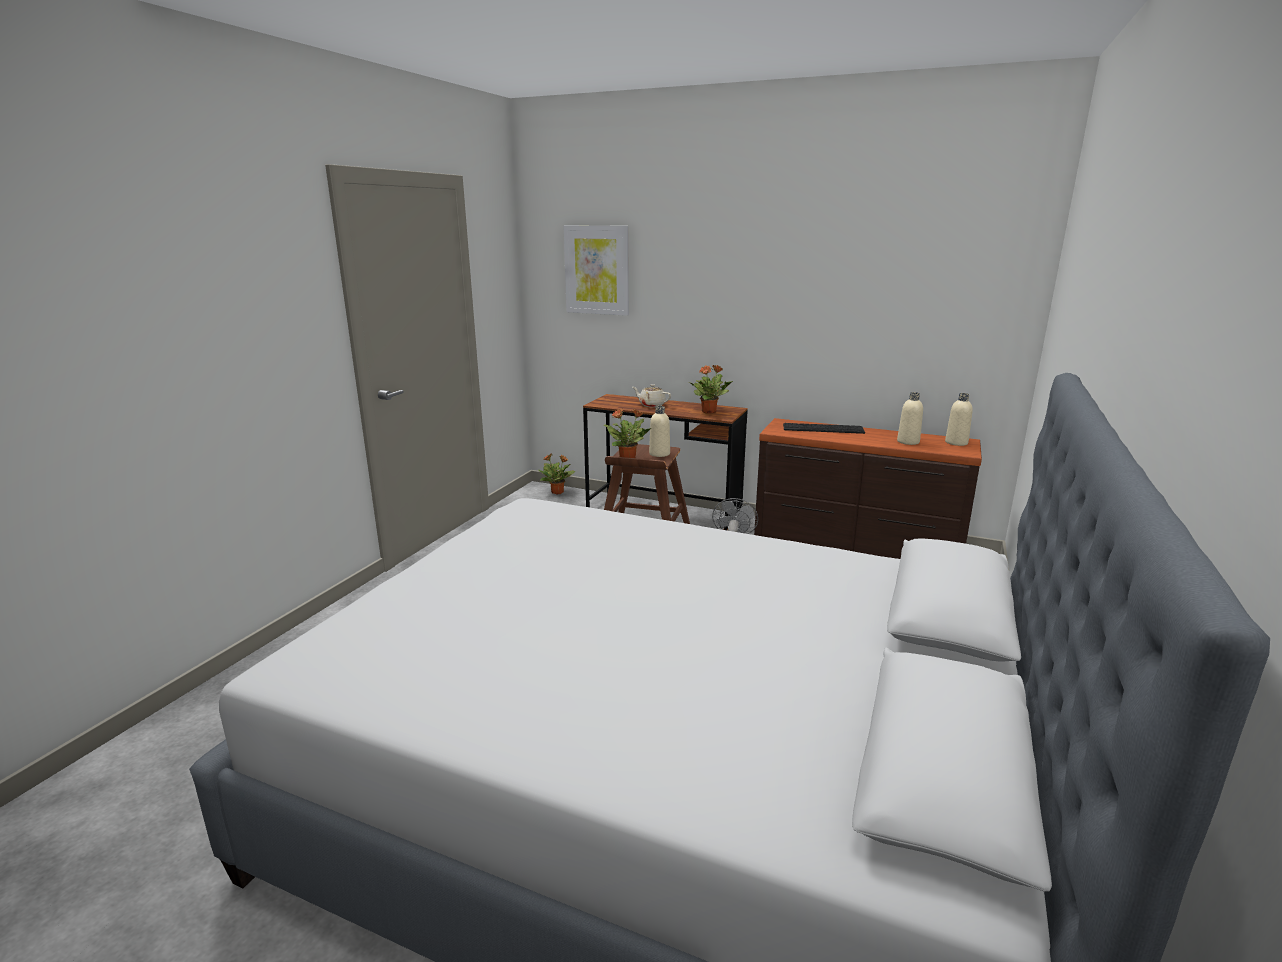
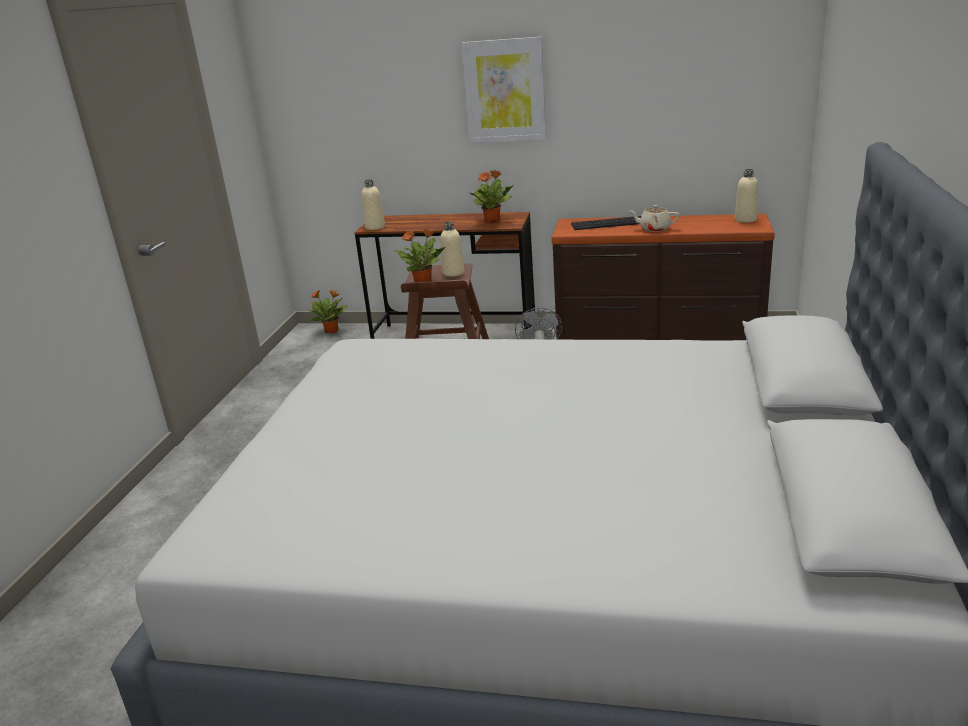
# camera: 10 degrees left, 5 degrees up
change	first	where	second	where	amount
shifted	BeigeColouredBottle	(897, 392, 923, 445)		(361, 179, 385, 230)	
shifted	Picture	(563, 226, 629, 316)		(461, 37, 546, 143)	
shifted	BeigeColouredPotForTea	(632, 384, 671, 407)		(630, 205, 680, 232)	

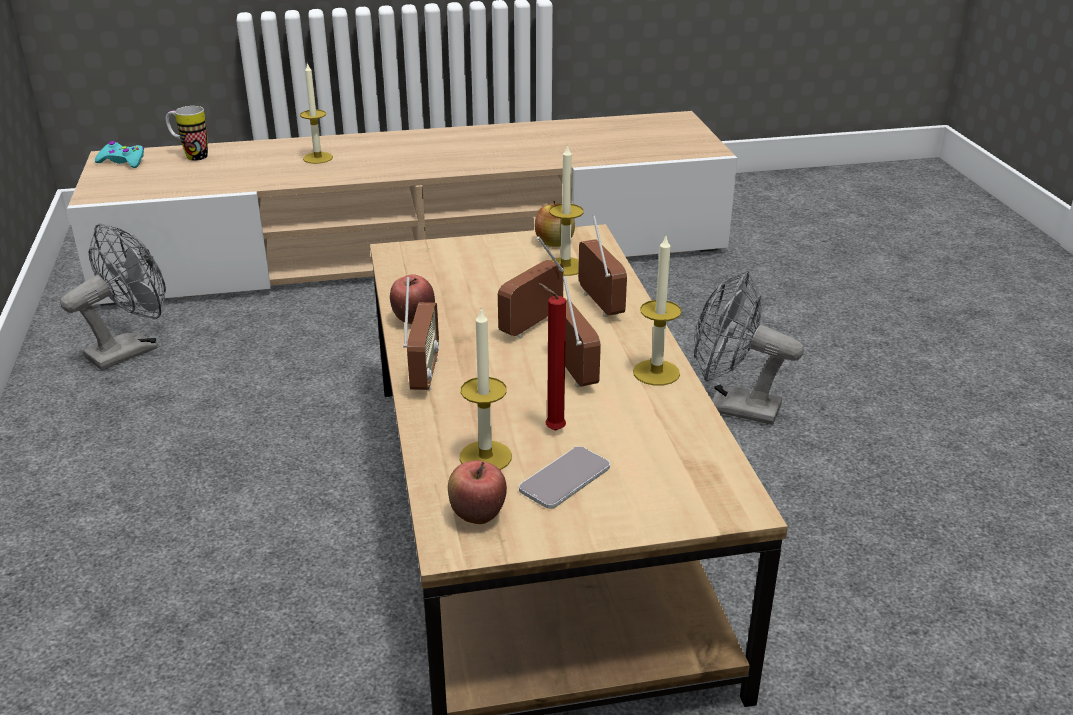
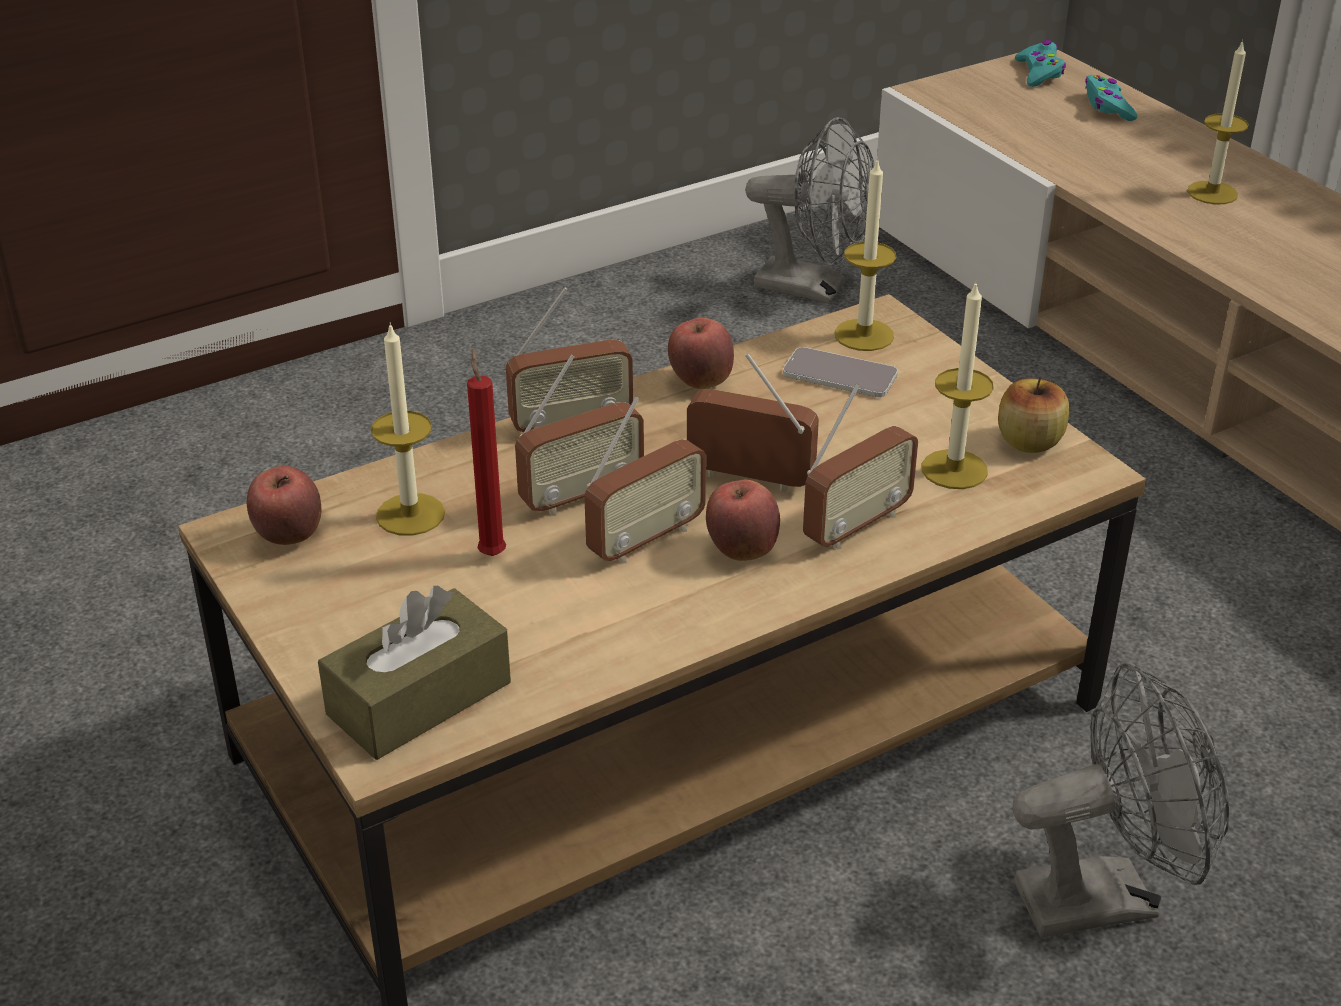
# camera: 70 degrees right, 5 degrees up
change	first	where	second	where	amount
new			BrownishBoxOfTissues	(318, 586, 511, 760)	
new			RadioSet	(515, 355, 644, 516)	
new			Apple	(706, 480, 780, 561)	
shifted	Telephone	(519, 446, 610, 509)		(783, 347, 898, 397)	
shifted	Candle	(633, 236, 682, 386)		(835, 157, 896, 351)	
rotated	GreyFan	(694, 271, 804, 425)		(1013, 662, 1230, 937)	75 degrees clockwise
swapped	CoffeeMug	(166, 106, 208, 161)	BlueGreenGameController	(1085, 75, 1137, 121)	

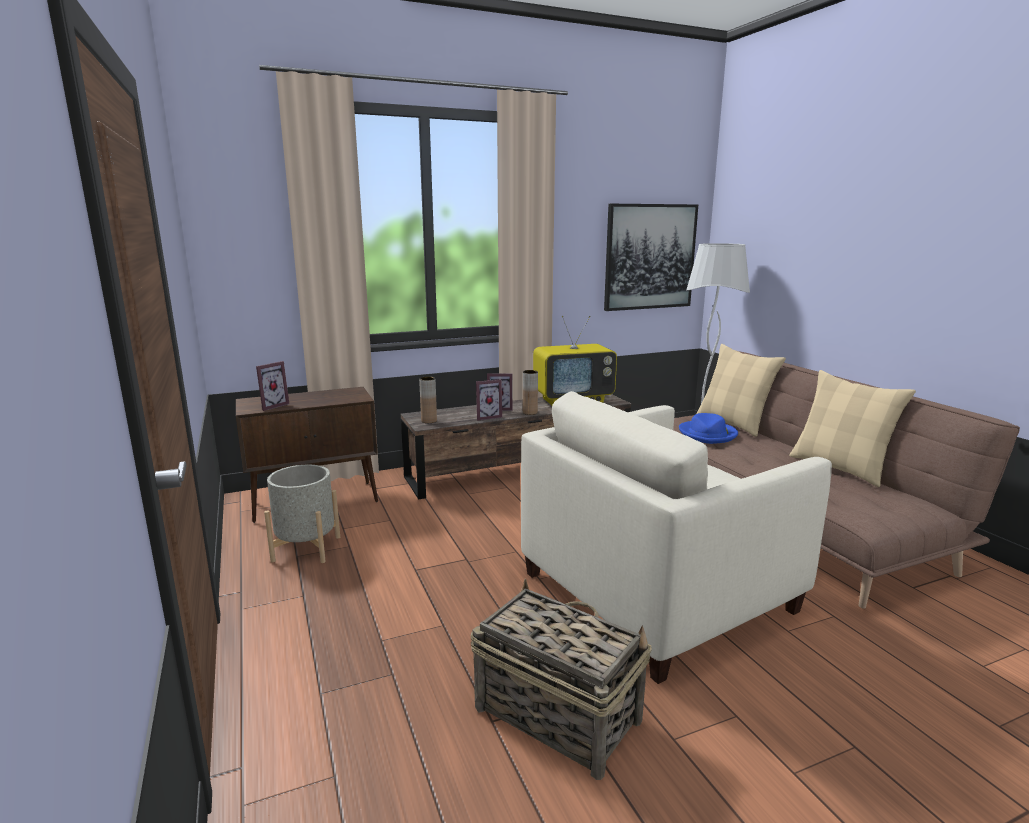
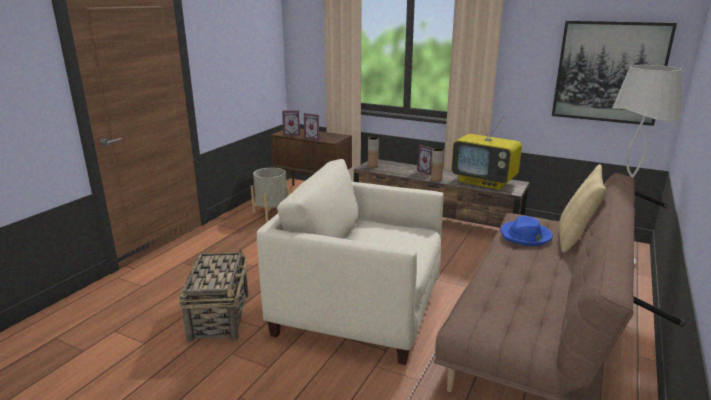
# camera: 50 degrees right, 5 degrees up
change	first	where	second	where	amount
shifted	StandingFrame	(476, 379, 502, 421)		(304, 113, 319, 141)	
gone	BeigeColouredCushion	(789, 370, 916, 487)			

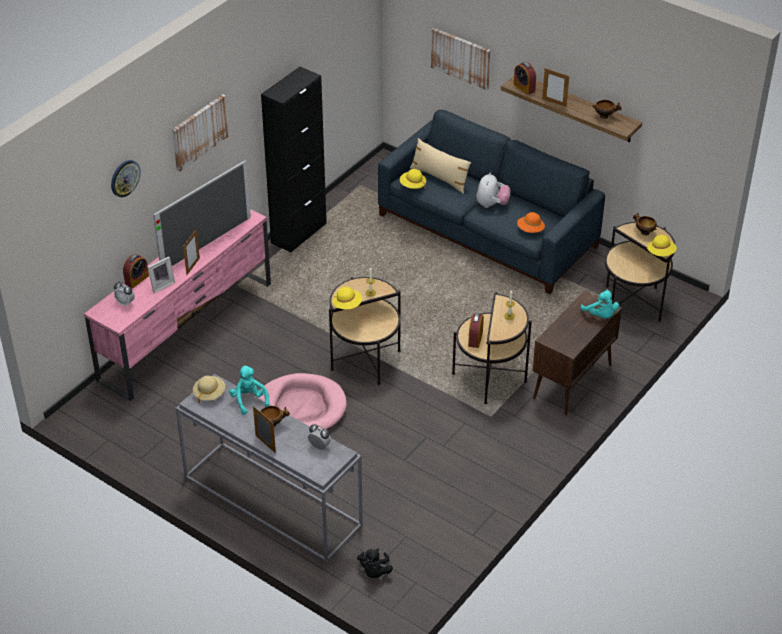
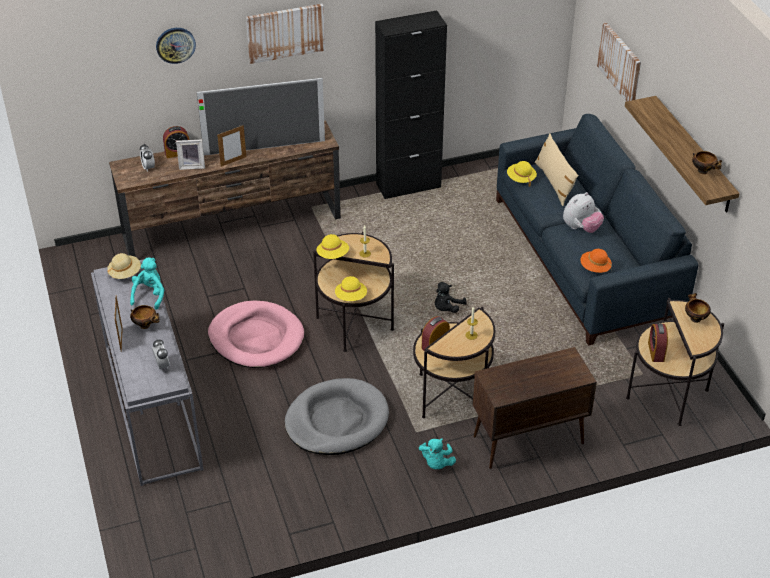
# camera: 35 degrees right, 0 degrees up
change	first	where	second	where	amount
repainted	PinkishMediaConsole	(84, 209, 271, 401)	BrownishMediaConsole	(109, 120, 341, 256)	
new			GreyDogCushion	(285, 378, 389, 455)	
shifted	YellowishWearableHat	(647, 235, 677, 257)		(335, 276, 367, 301)	
shifted	BlueGreenPlushToy	(581, 290, 619, 318)		(419, 438, 456, 469)	
shifted	BlackishPlushToy	(357, 549, 393, 578)		(435, 282, 467, 313)	
shifted	BedsideClock	(514, 62, 536, 95)		(648, 324, 668, 362)	
gone	StandingFrame	(542, 68, 569, 107)			

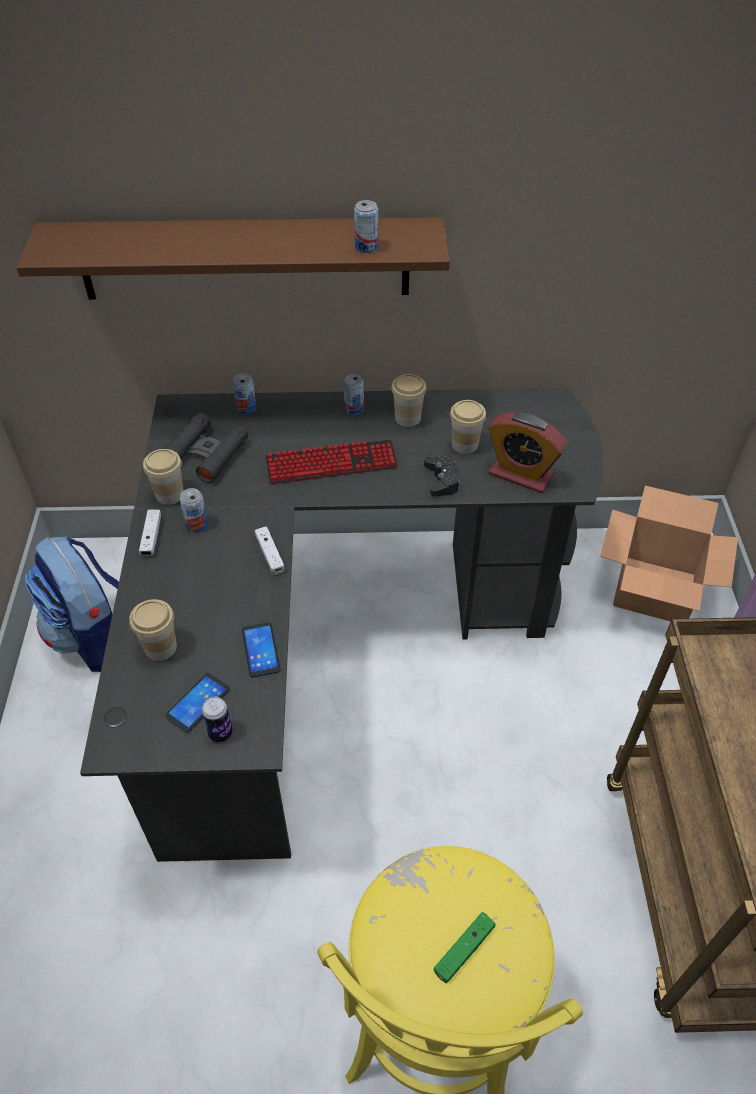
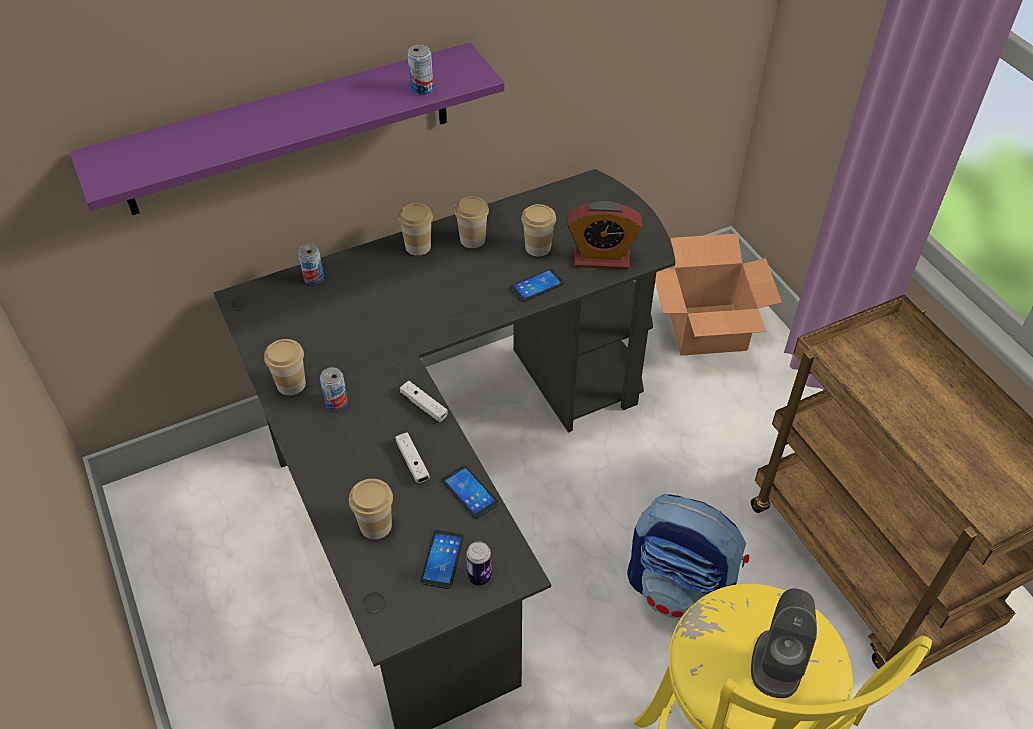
# camera: 25 degrees left, 0 degrees up
change	first	where	second	where	amount
repainted	BrownishWallShelf	(16, 217, 450, 300)	PurpleColouredWallShelf	(70, 42, 505, 215)	
shifted	WhiteGameController	(139, 510, 161, 555)		(395, 432, 430, 483)	
swapped	Can	(344, 374, 364, 415)	DrinkingCup	(398, 203, 433, 255)	
swapped	BlackishGameController	(424, 455, 460, 496)	Telephone	(510, 269, 564, 302)	
shifted	Backpack	(25, 536, 119, 672)		(627, 494, 749, 619)	
swapped	GreenishGameController	(434, 912, 495, 983)	GreySpeaker	(751, 588, 817, 698)	
gone	BlackishPairOfBinoculars	(164, 413, 248, 483)			
gone	Keyboard	(265, 439, 398, 484)			

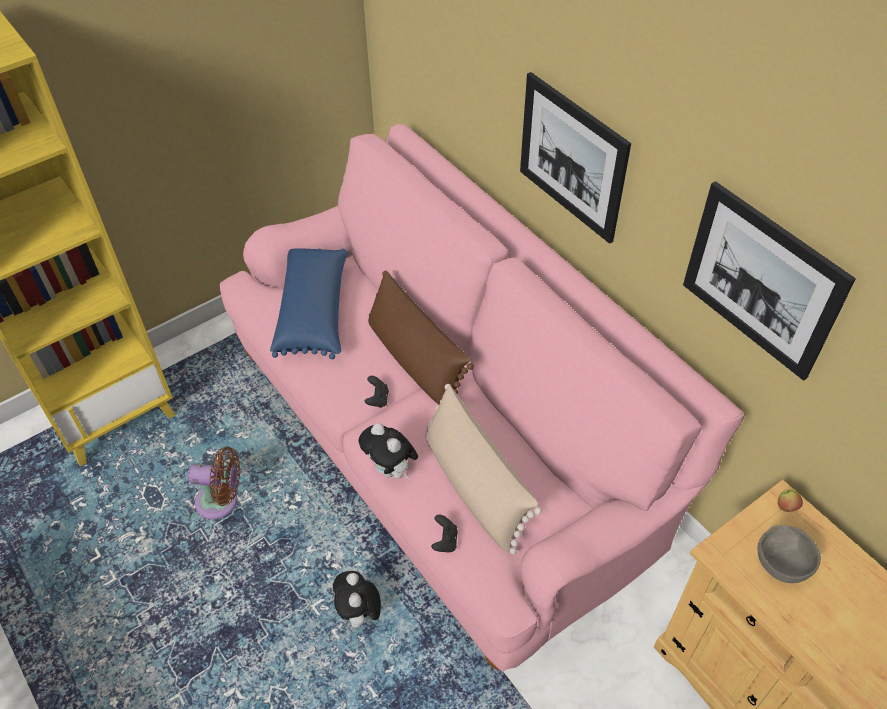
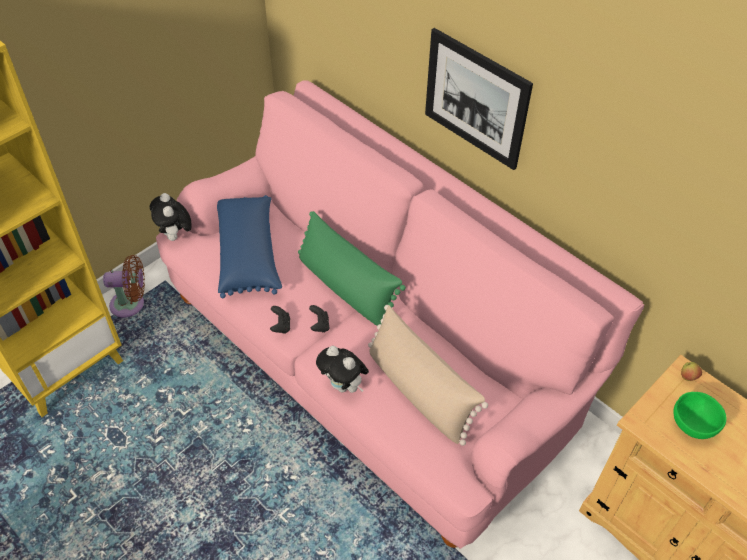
# camera: 10 degrees left, 0 degrees up
change	first	where	second	where	amount
shifted	BrownishFan	(188, 447, 240, 519)		(103, 255, 145, 318)	
shifted	PlushToy	(333, 571, 381, 628)		(150, 193, 191, 241)	
shifted	BlackishGameController	(431, 515, 458, 552)		(270, 306, 290, 334)	
repainted	BrownishCushion	(368, 271, 474, 405)	GreenishCushion	(298, 211, 406, 326)	
repainted	GreyDeepDish	(757, 525, 821, 583)	GreenishDeepDish	(673, 392, 727, 439)	
gone	Picture	(683, 181, 856, 381)			

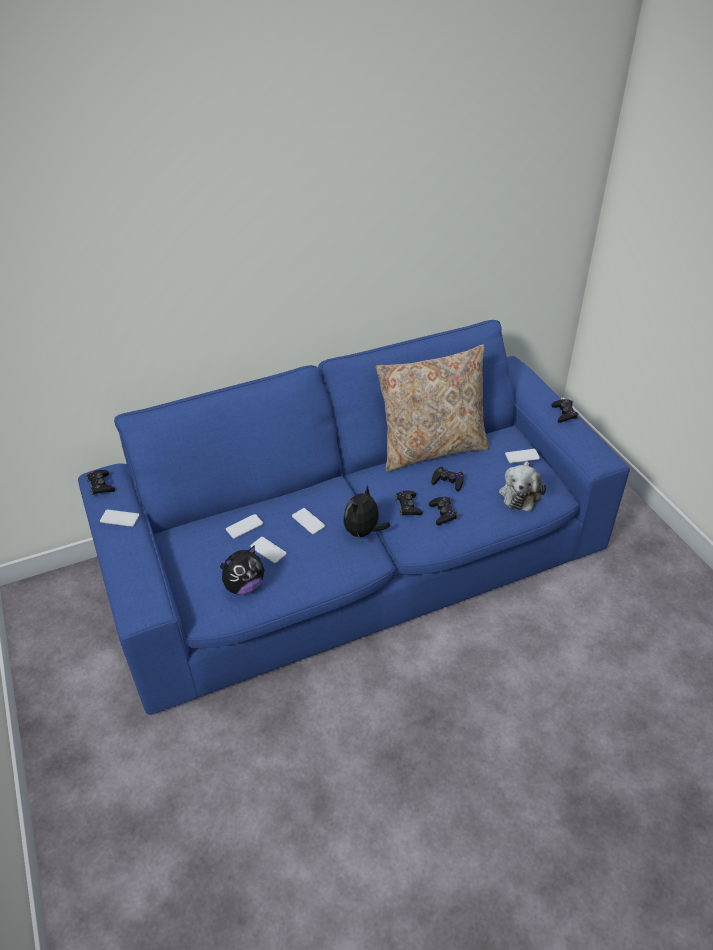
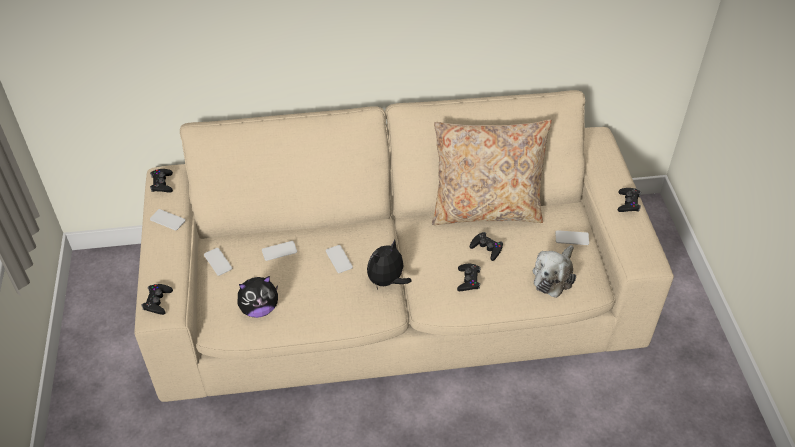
# camera: 15 degrees right, 5 degrees up
change	first	where	second	where	amount
repainted	BluishCouch	(78, 320, 630, 715)	BeigeColouredCouch	(135, 90, 674, 402)	
shifted	BlackishGameController	(395, 490, 422, 515)		(141, 284, 173, 315)	
shifted	Telephone	(250, 537, 287, 563)		(204, 248, 232, 276)	

